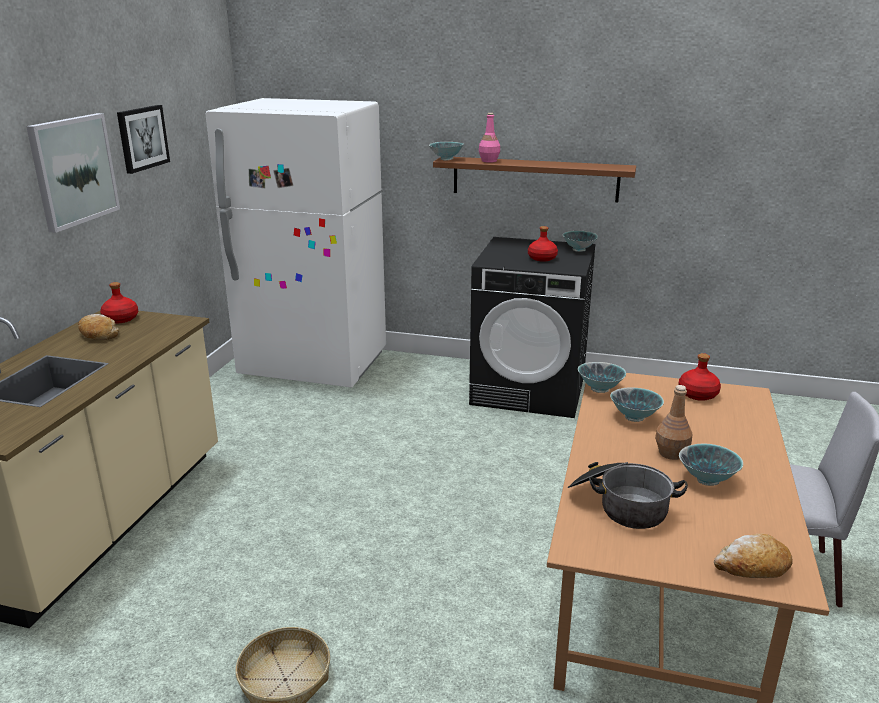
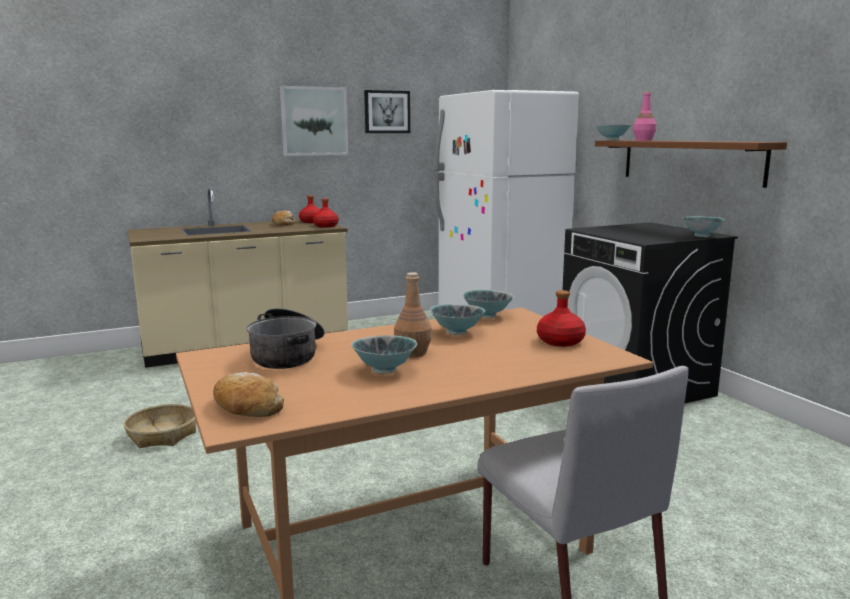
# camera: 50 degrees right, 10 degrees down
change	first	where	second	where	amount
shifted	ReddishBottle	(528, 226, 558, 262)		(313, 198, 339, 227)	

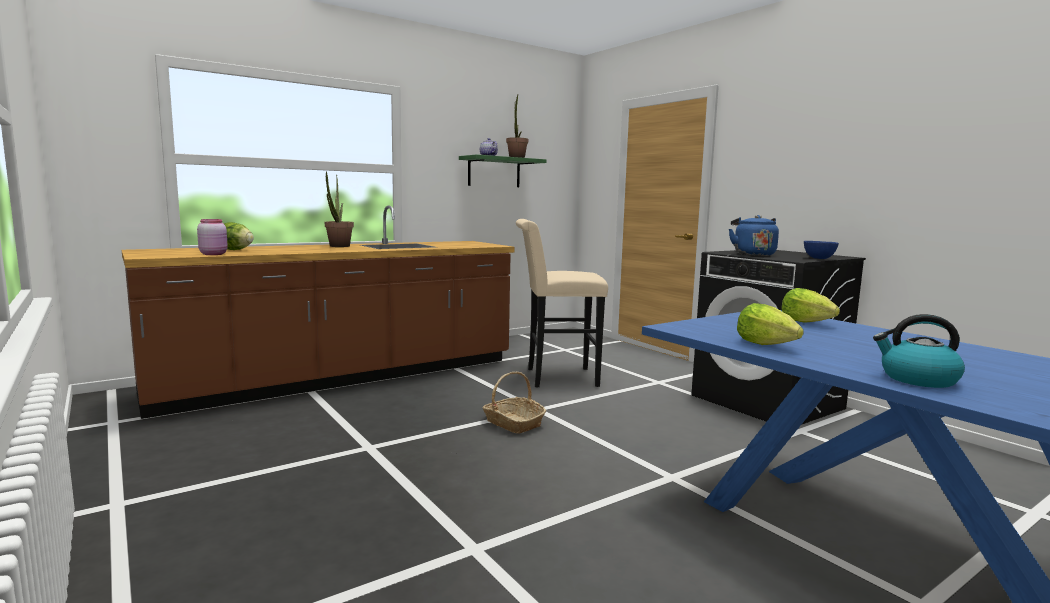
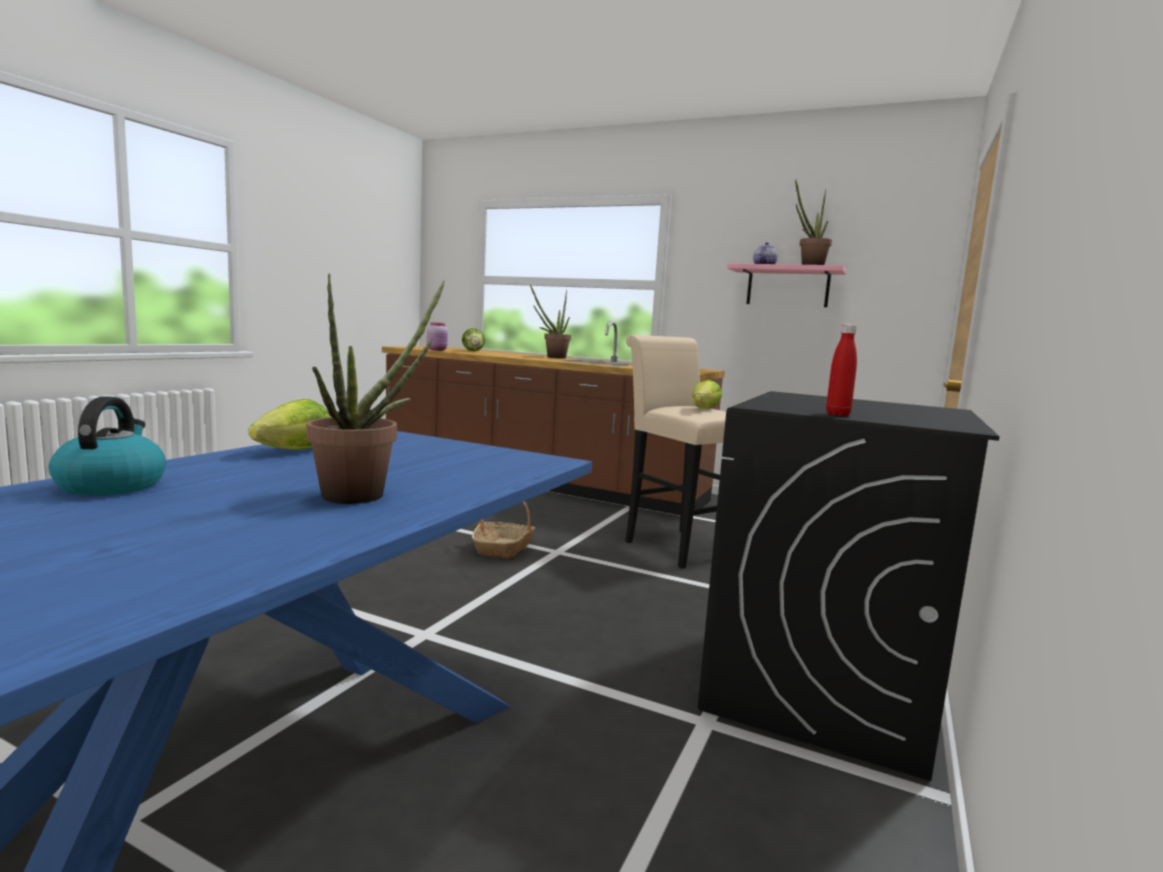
# camera: 60 degrees right, 0 degrees up
change	first	where	second	where	amount
new			PlantInAPot	(306, 274, 445, 504)	
shifted	Lettuce	(781, 288, 840, 323)		(692, 380, 722, 408)	
repainted	GreenishWallShelf	(459, 155, 547, 187)	PinkishWallShelf	(727, 263, 847, 307)	
swapped	BluishDeepDish	(804, 241, 839, 259)	ReddishBottle	(826, 324, 857, 416)	
gone	BluishTeaKettle	(729, 215, 779, 256)			

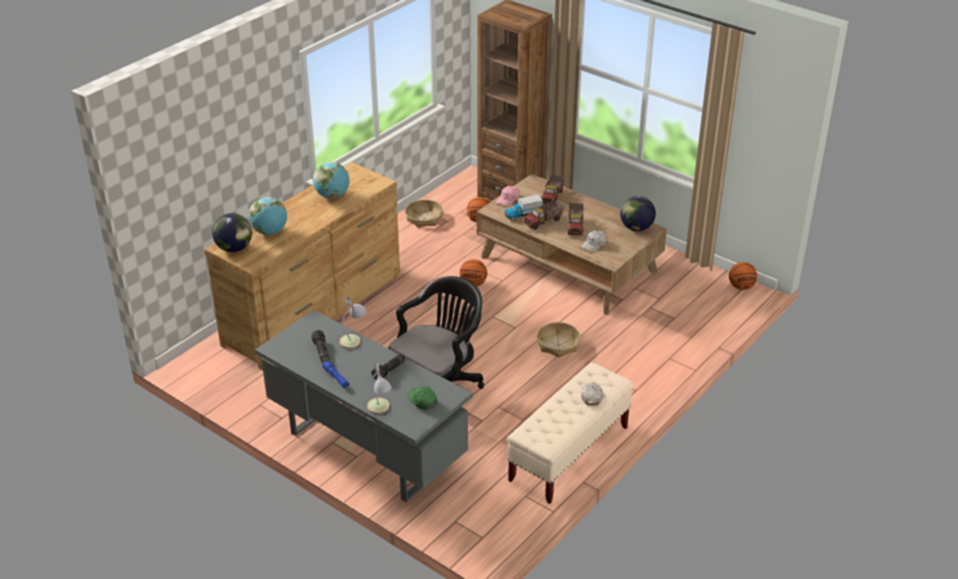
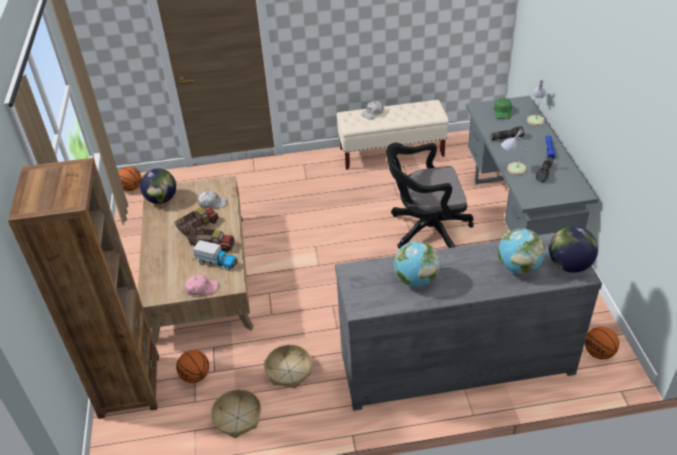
# camera: 135 degrees left, 5 degrees up
change	first	where	second	where	amount
shifted	HouseholdBasket	(537, 322, 581, 358)		(264, 344, 312, 388)	
repainted	BrownishChestOfDrawers	(204, 162, 400, 371)	GreyChestOfDrawers	(335, 233, 602, 411)	
shifted	BallForBasketball	(460, 259, 487, 287)		(585, 327, 619, 360)	
gone	ToyTruck	(541, 175, 564, 206)			

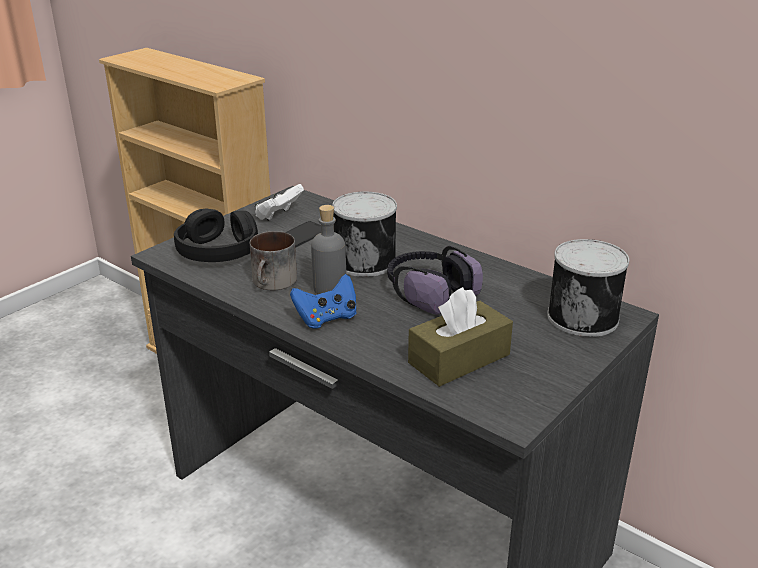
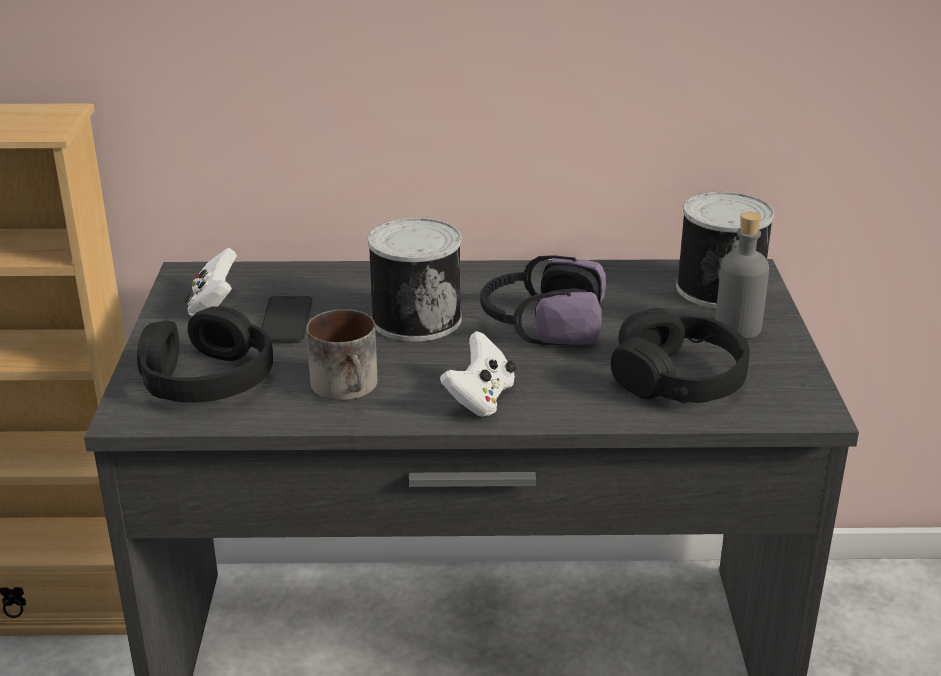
# camera: 40 degrees left, 0 degrees up
change	first	where	second	where	amount
repainted	BluishGameController	(290, 274, 357, 329)	WhiteGameController	(440, 331, 516, 417)	
swapped	BrownishBoxOfTissues	(408, 287, 513, 387)	BlackishHeadset	(611, 308, 750, 403)	
shifted	GreyBottle	(311, 205, 346, 294)		(715, 212, 769, 339)	

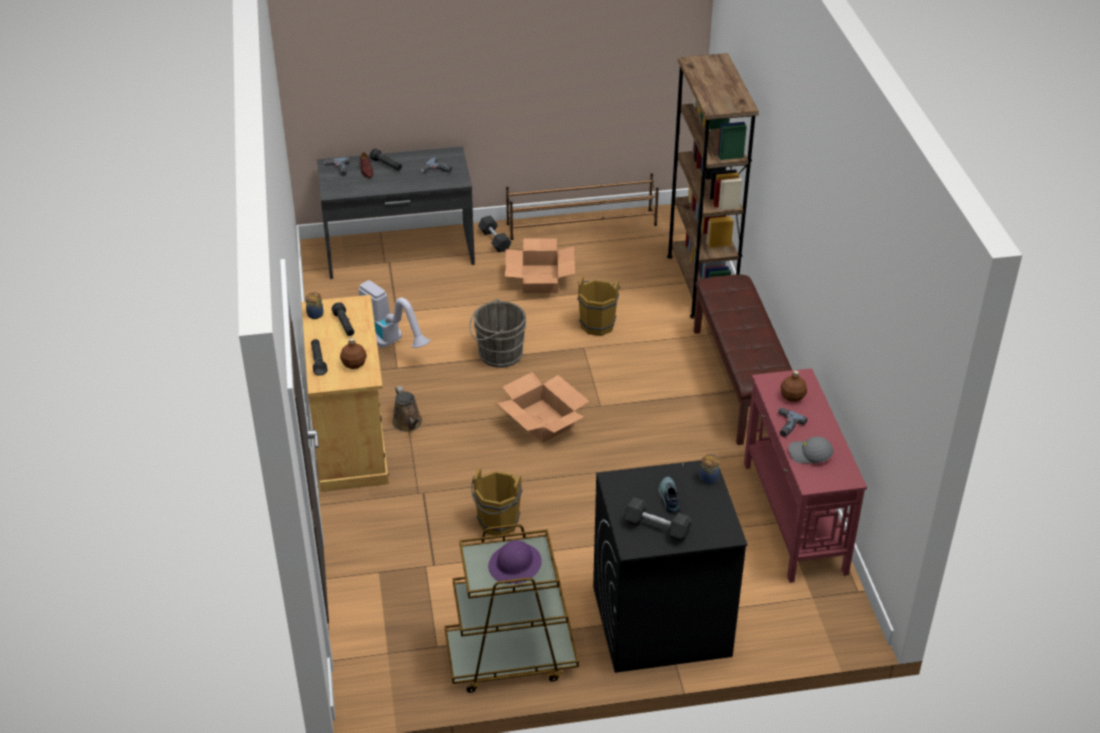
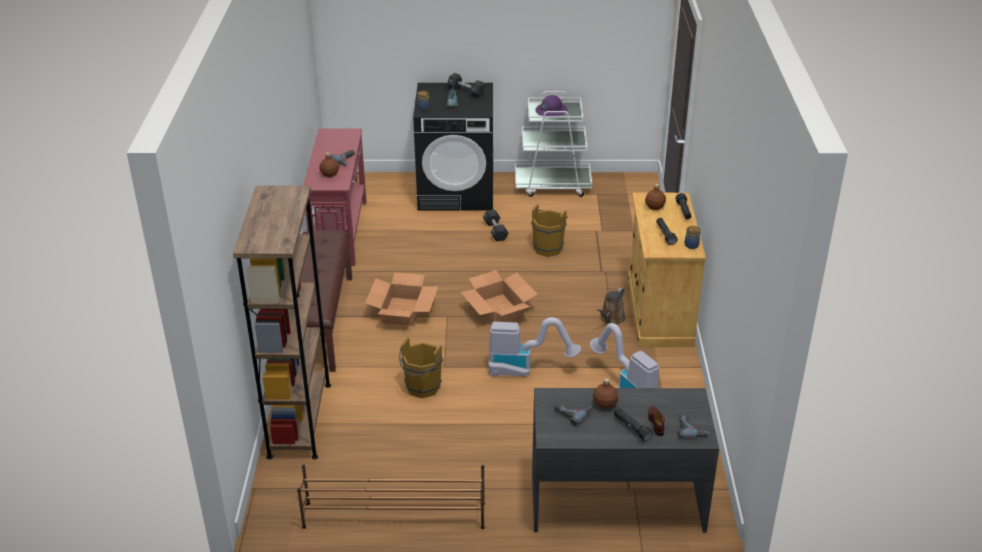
# camera: 170 degrees left, 5 degrees down
change	first	where	second	where	amount
shifted	CardboardBox	(505, 238, 575, 293)		(365, 272, 438, 326)	
shifted	BlackishFreeWeight	(478, 215, 512, 252)		(483, 209, 509, 241)	
swapped	GreyBucket	(469, 299, 526, 368)	Vacuum	(489, 317, 581, 378)	
repainted	BrownishTrolley	(445, 524, 579, 693)	WhiteTrolley	(515, 91, 592, 197)	
new			BrownishBottle	(593, 378, 618, 409)	
rotated	BrownishSprinklingCan	(392, 386, 422, 432)		(597, 287, 626, 325)	135 degrees counterclockwise
gone	GreyPeakedCap	(788, 436, 833, 463)			

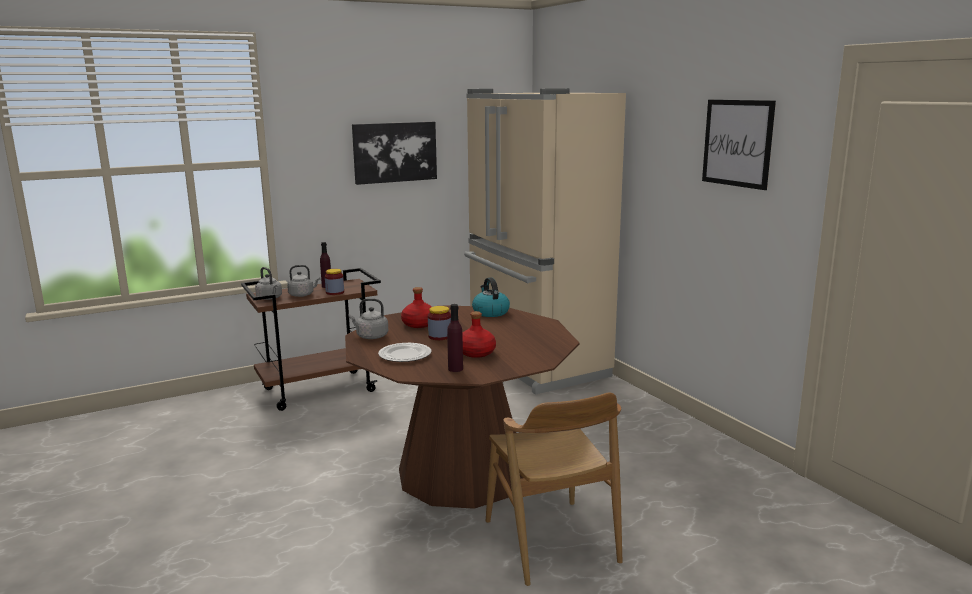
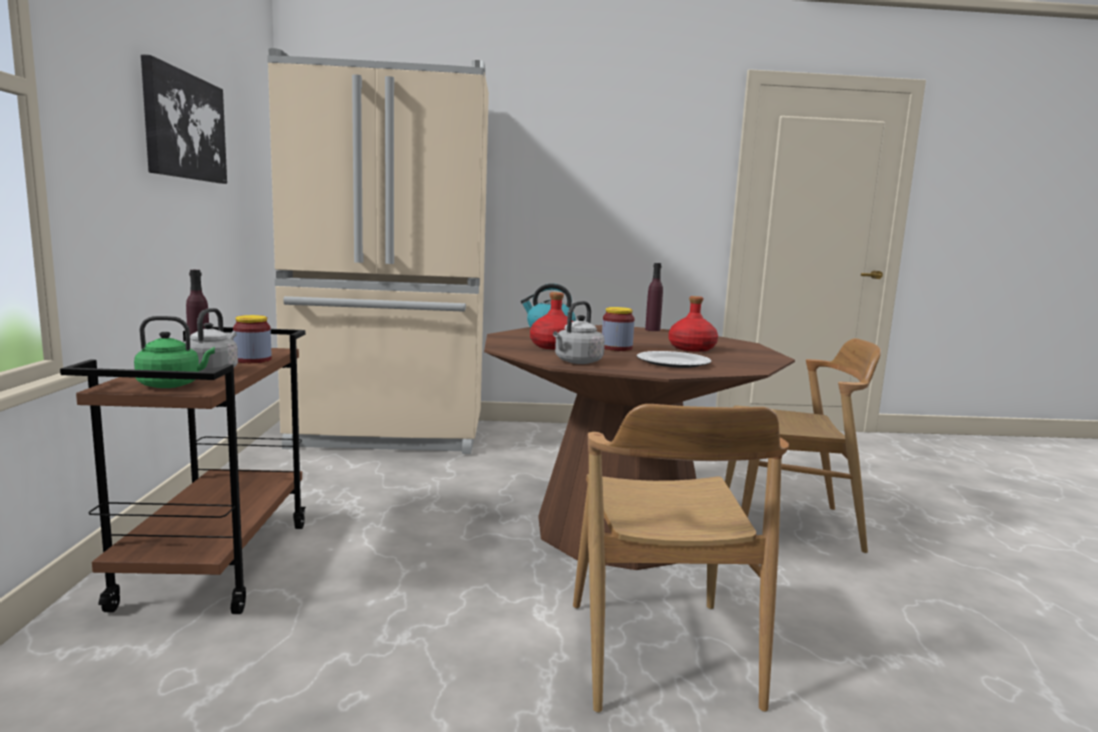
# camera: 65 degrees left, 5 degrees down
change	first	where	second	where	amount
repainted	GreyTeaKettle	(255, 267, 282, 300)	GreenishTeaKettle	(134, 316, 215, 388)	
new			BrownishPlainChair	(573, 404, 789, 713)	
shifted	PurpleColouredBottle	(447, 304, 463, 372)		(645, 263, 663, 331)	
gone	Picture	(702, 100, 776, 190)			

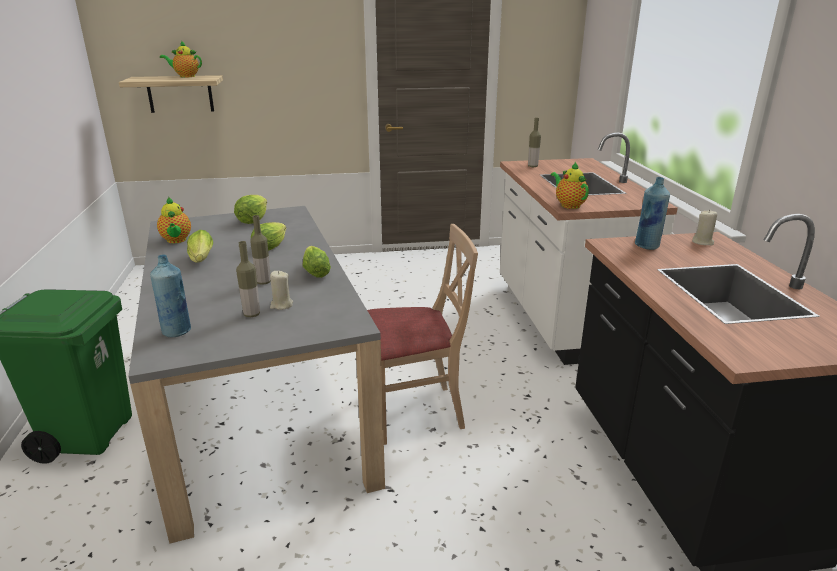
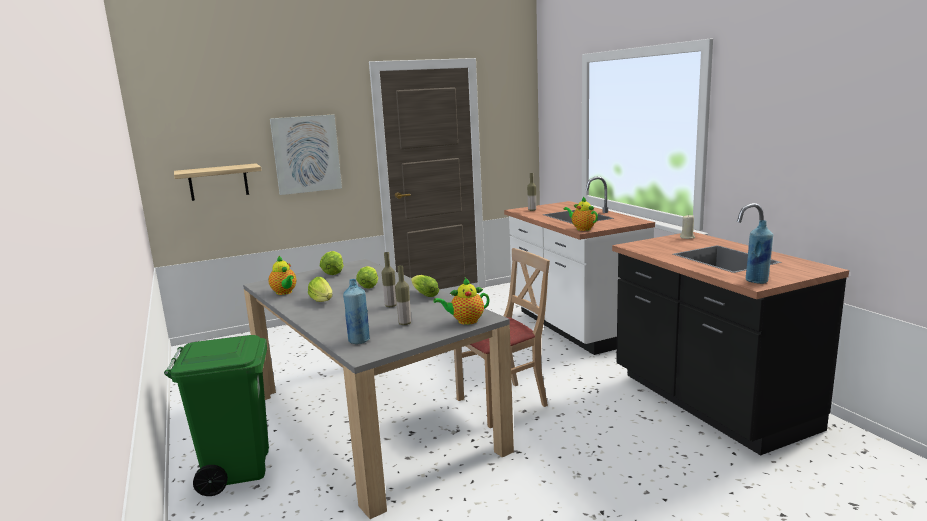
# camera: 15 degrees left, 10 degrees down
change	first	where	second	where	amount
new			Picture	(270, 114, 342, 195)	
shifted	PotForTea	(160, 40, 202, 78)		(433, 278, 489, 325)	
shifted	BluishBottle	(635, 177, 670, 250)		(746, 220, 773, 284)	
gone	BeigeColouredCandle	(270, 271, 293, 310)			

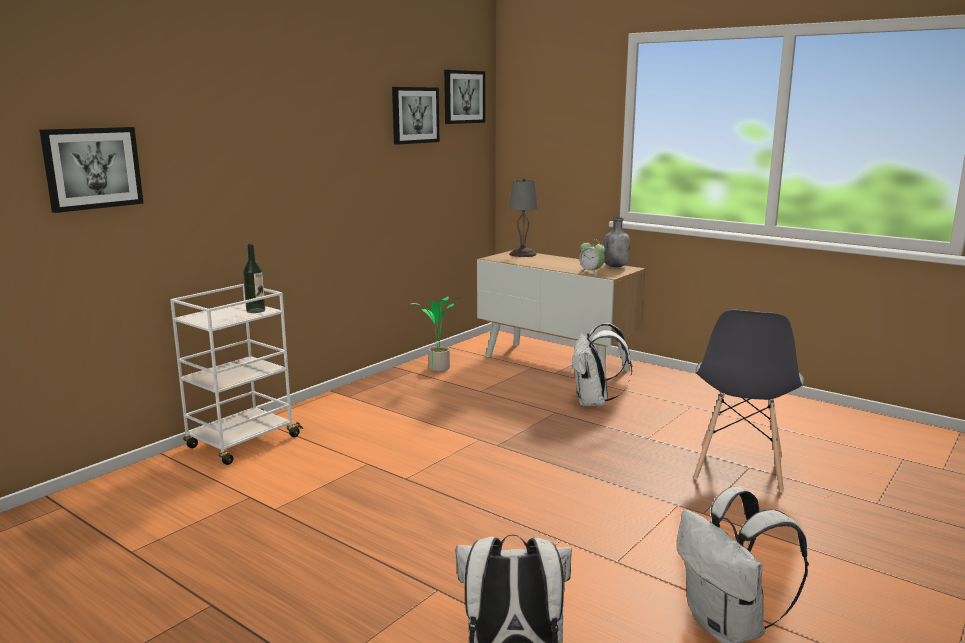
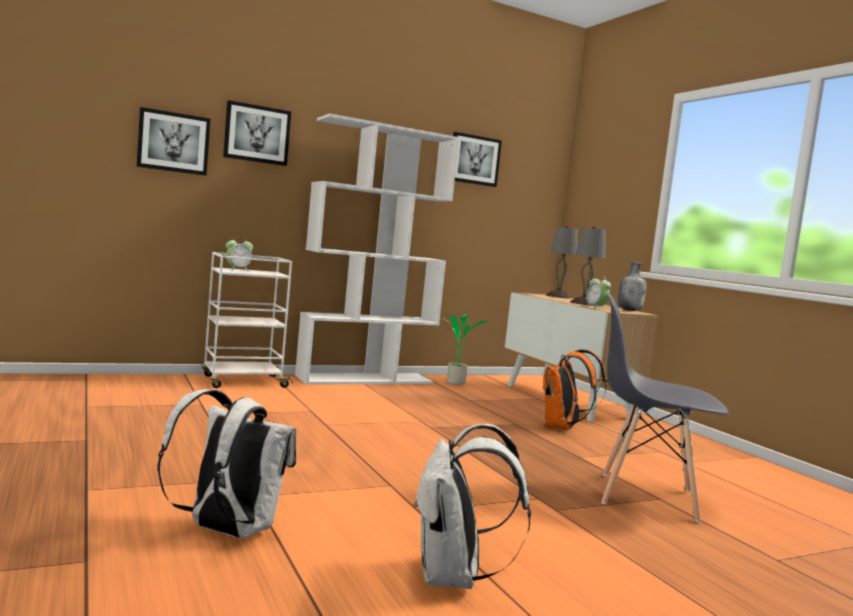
# camera: 25 degrees right, 10 degrees down
change	first	where	second	where	amount
shifted	Picture	(444, 70, 485, 124)		(223, 100, 291, 166)	
new			BedsideClock	(226, 236, 253, 272)	
new			WhiteBookcase	(295, 113, 459, 384)	
repainted	WhiteBackpack	(571, 323, 632, 406)	OrangeColouredBackpack	(543, 349, 606, 430)	
new			GreyTableLamp	(570, 226, 606, 306)	
rotated	GreyPlainChair	(694, 310, 804, 492)		(601, 293, 729, 522)	60 degrees clockwise
gone	Bottle	(243, 244, 265, 313)			

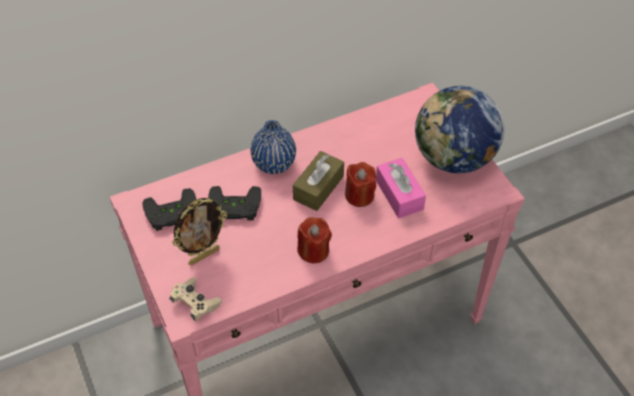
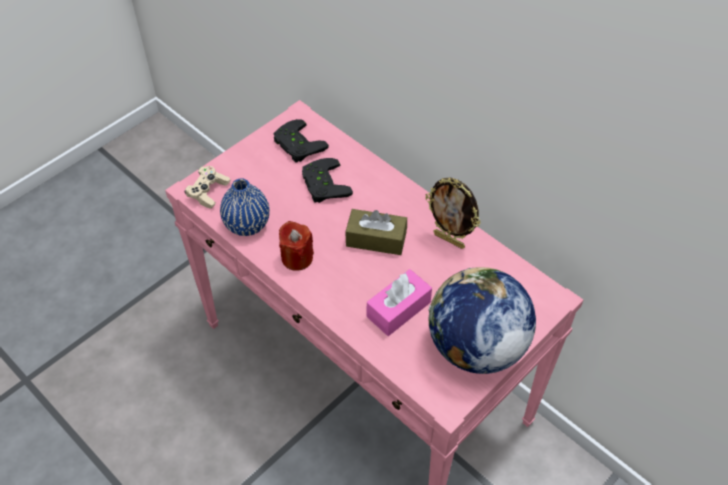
# camera: 70 degrees right, 0 degrees up
change	first	where	second	where	amount
shifted	BluishVase	(250, 120, 296, 174)		(220, 178, 270, 236)	
shifted	StandingFrame	(172, 198, 227, 265)		(426, 178, 481, 249)	
gone	ReddishCandle	(345, 162, 376, 207)			

